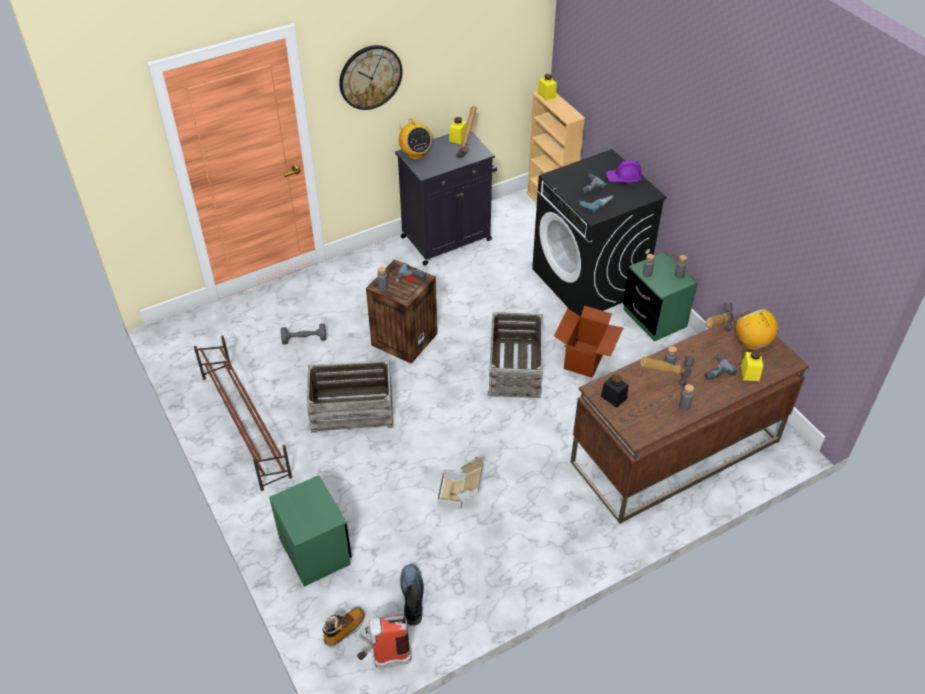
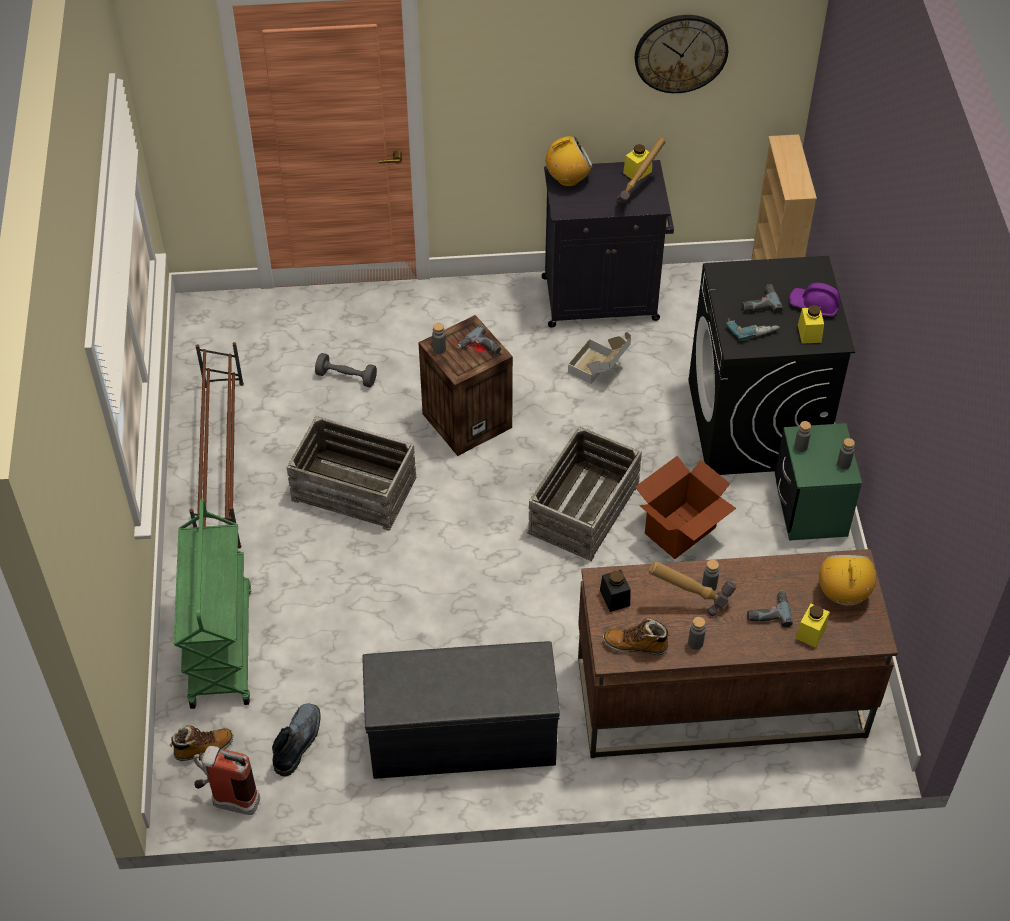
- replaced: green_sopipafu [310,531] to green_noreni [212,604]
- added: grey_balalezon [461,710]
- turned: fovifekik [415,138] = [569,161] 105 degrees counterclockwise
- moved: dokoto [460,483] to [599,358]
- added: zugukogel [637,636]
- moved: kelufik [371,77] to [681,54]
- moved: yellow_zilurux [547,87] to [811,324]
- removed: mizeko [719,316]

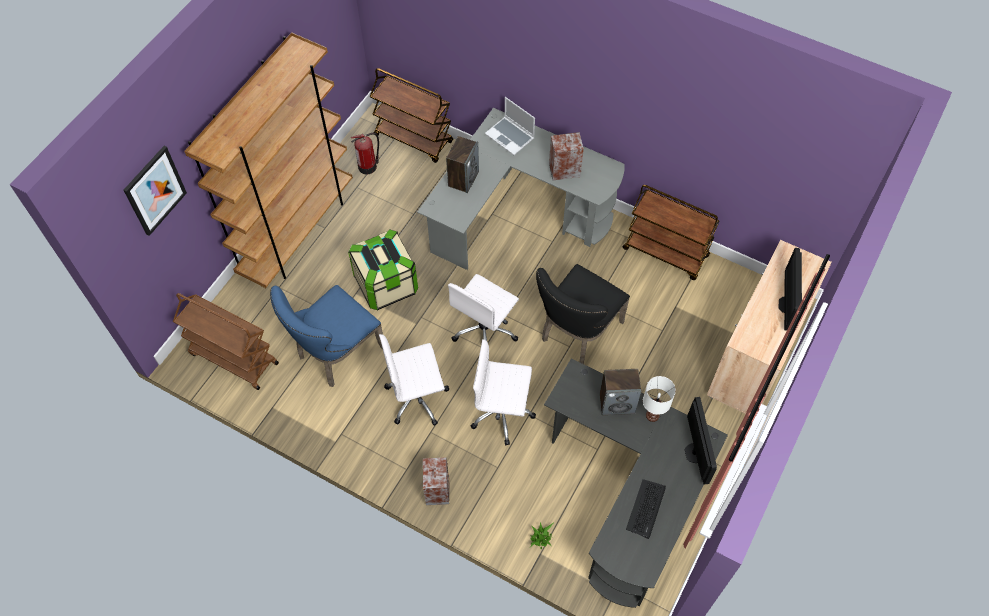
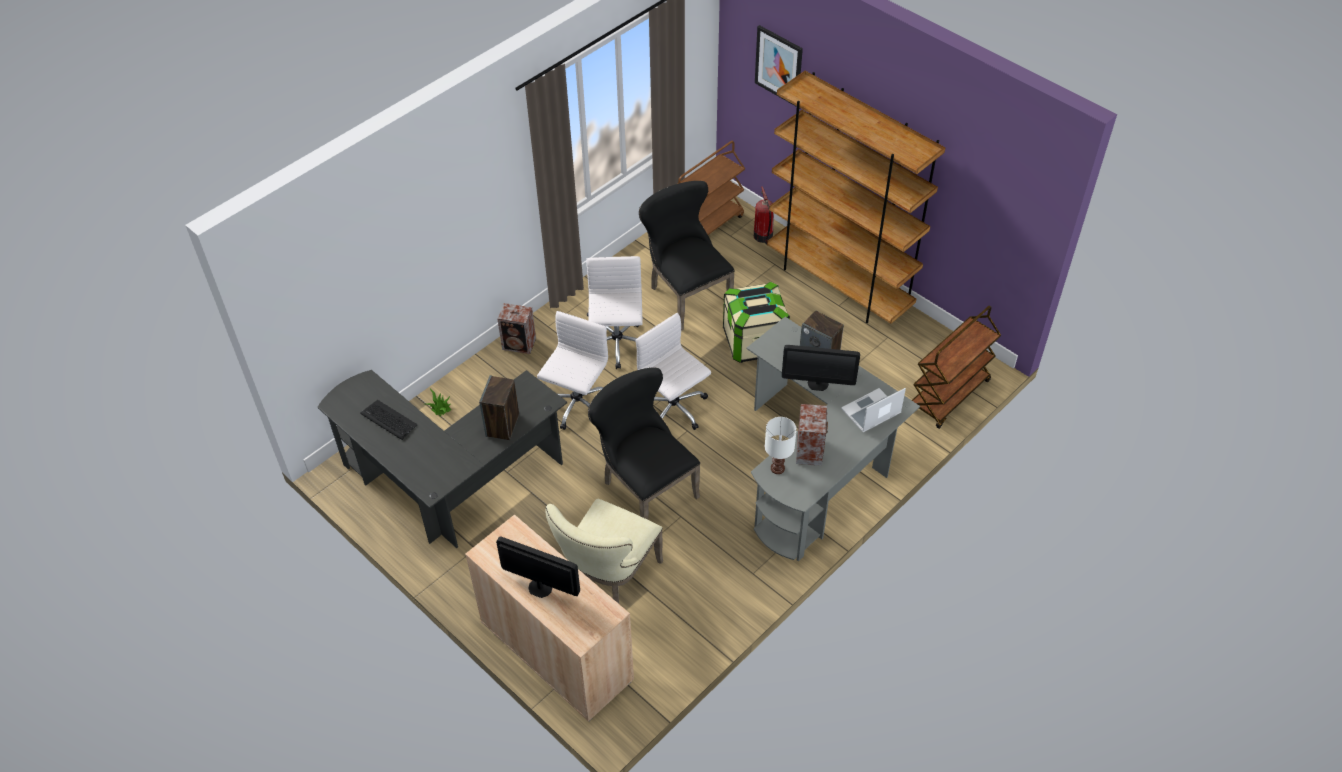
- added: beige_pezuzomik [604,551]
- recoloured: blue_pezuzomik [326,336] to black_pezuzomik [687,256]
- moved: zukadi [365,153] to [764,215]
- moved: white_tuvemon [659,399] to [781,445]
- moved: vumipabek [701,441] to [821,368]
- removed: brown_noreni [671,232]

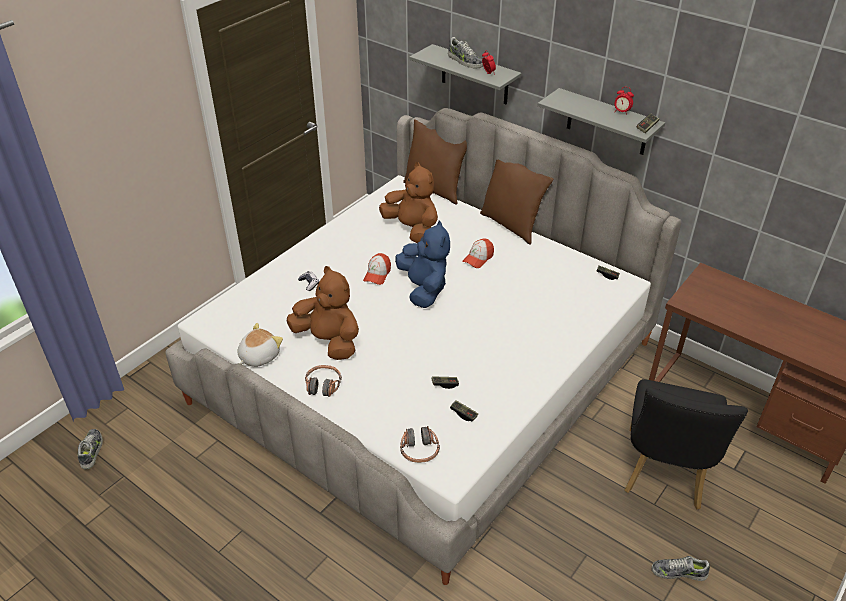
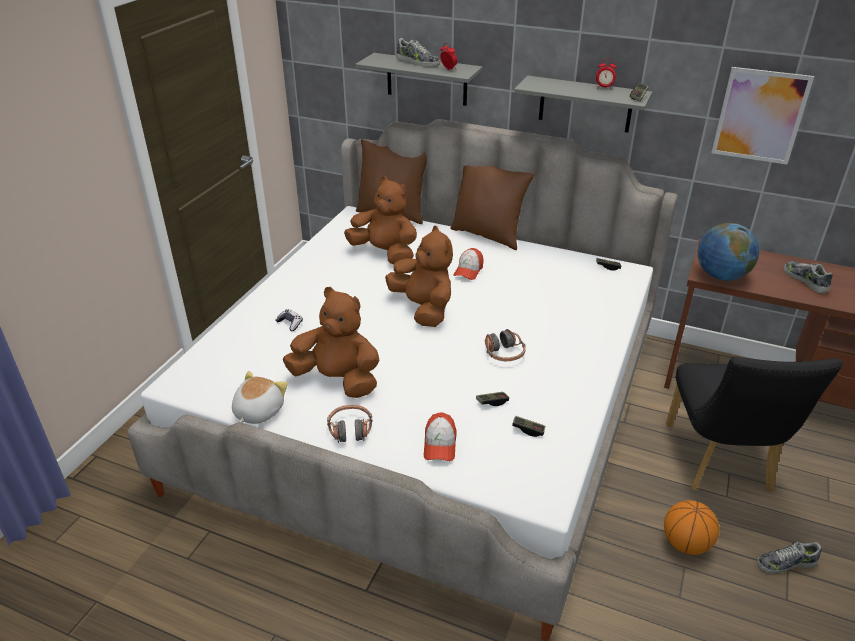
- recoloured: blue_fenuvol [422,264] to brown_fenuvol [419,276]
- moved: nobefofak [377,269] to [440,436]
- moved: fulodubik [420,444] to [505,345]
- added: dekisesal [691,527]
- added: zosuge [728,252]
- added: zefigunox [762,116]
- moved: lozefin [90,449] to [808,277]

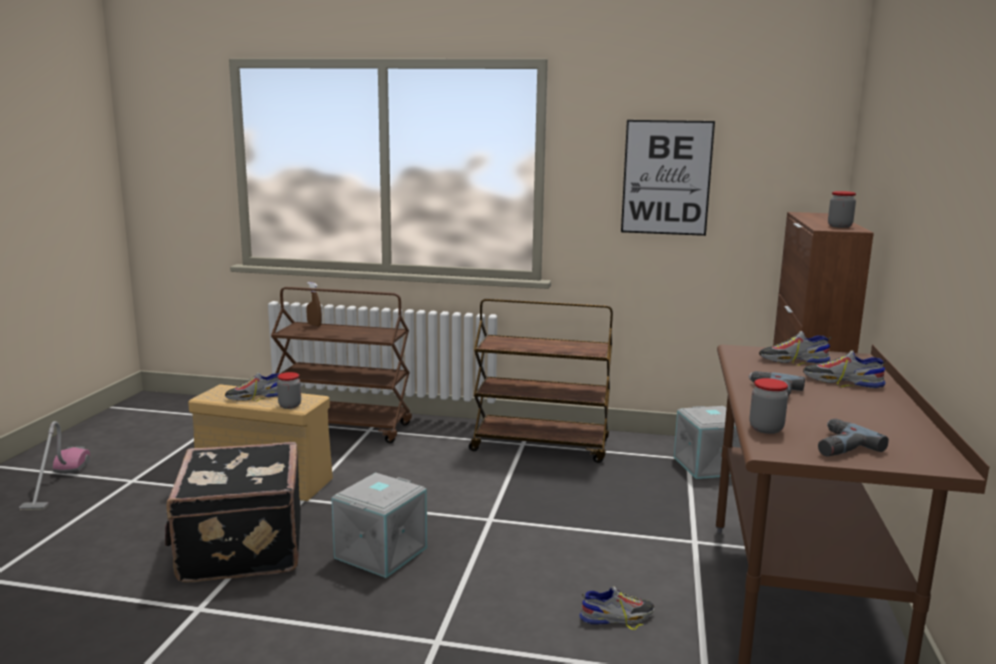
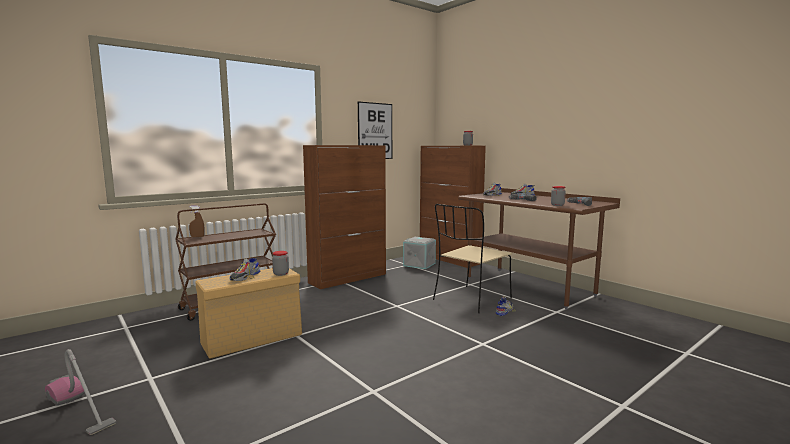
- replaced: brown_noreni [541,380] to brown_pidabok [344,217]
- added: beige_pezuzomik [472,258]
- removed: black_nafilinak [233,512]
- removed: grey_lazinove [379,525]

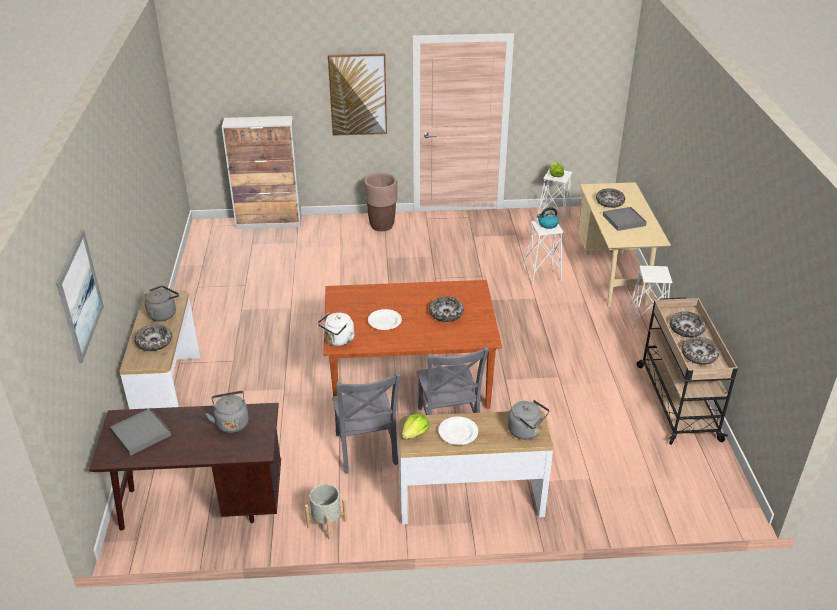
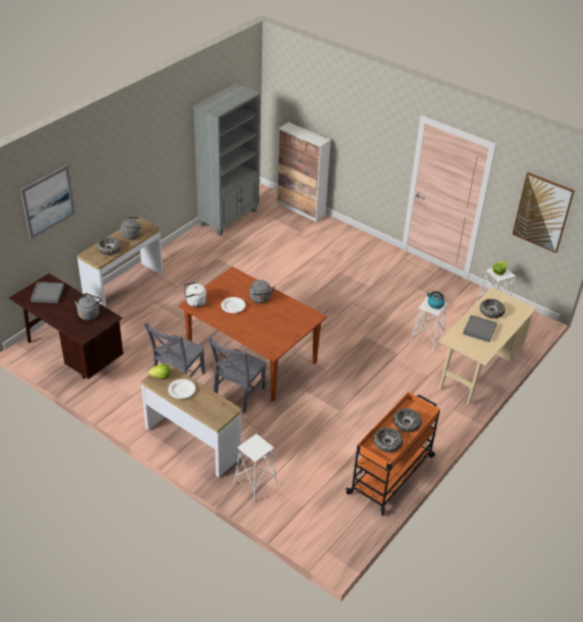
- added: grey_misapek [226,159]
- moved: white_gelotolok [649,299] to [255,468]
- moved: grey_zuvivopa [529,420] to [262,291]
- recoloured: beige_noreni [687,371] to orange_noreni [393,454]
- moved: zefigunox [357,94] to [543,212]
- removed: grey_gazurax [326,511]
- removed: brown_gazurax [380,202]
- removed: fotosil [446,309]

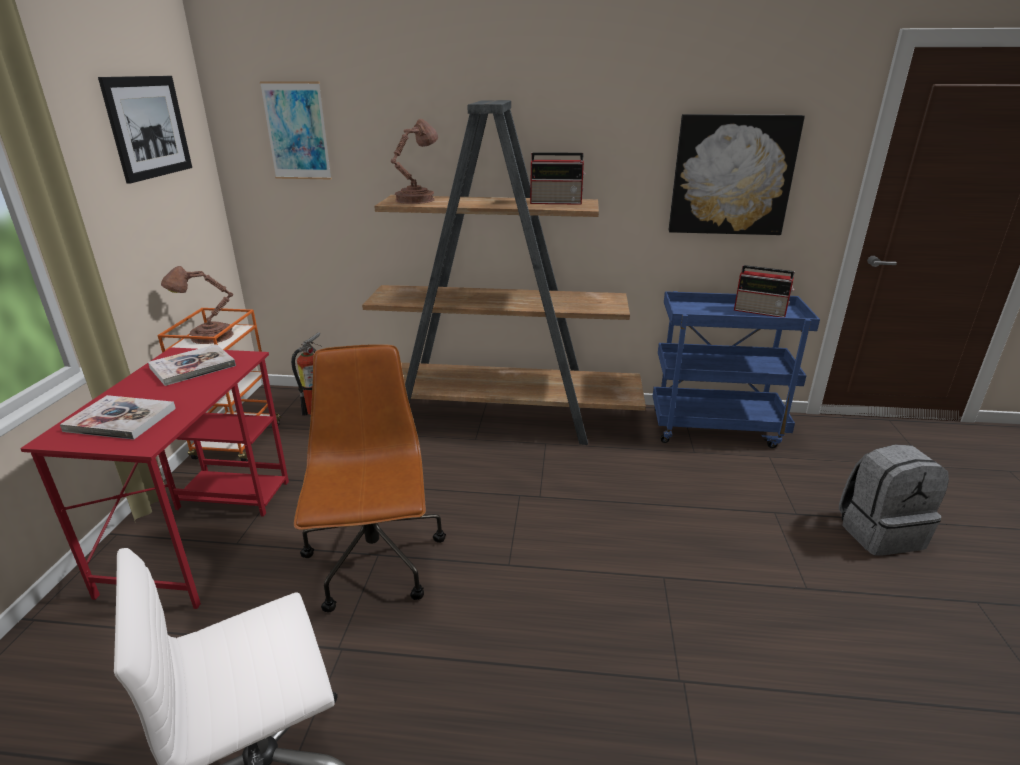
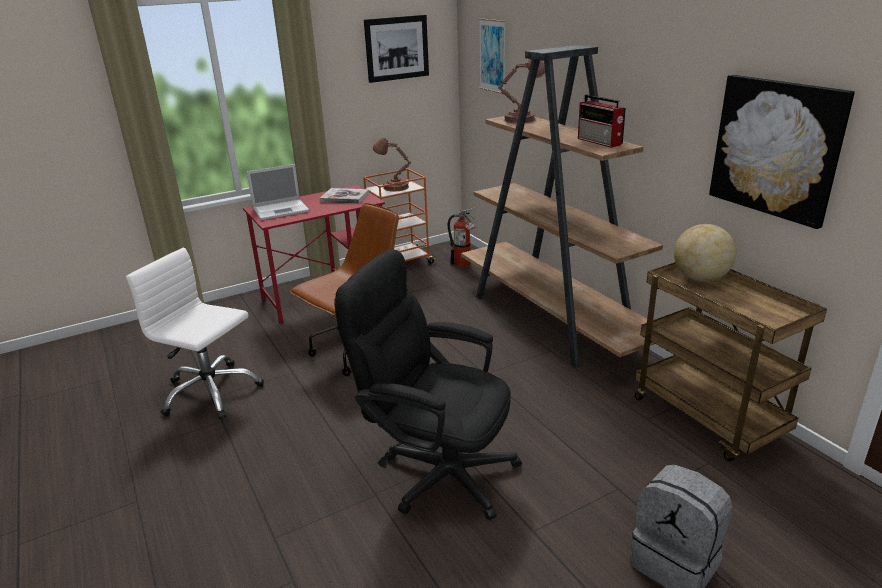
- replaced: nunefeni [118,417] to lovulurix [278,192]
- added: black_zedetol [428,384]
- recoloured: blue_noreni [736,369] to brown_noreni [731,361]
- added: zosuge [705,253]
- removed: fovifekik [764,291]

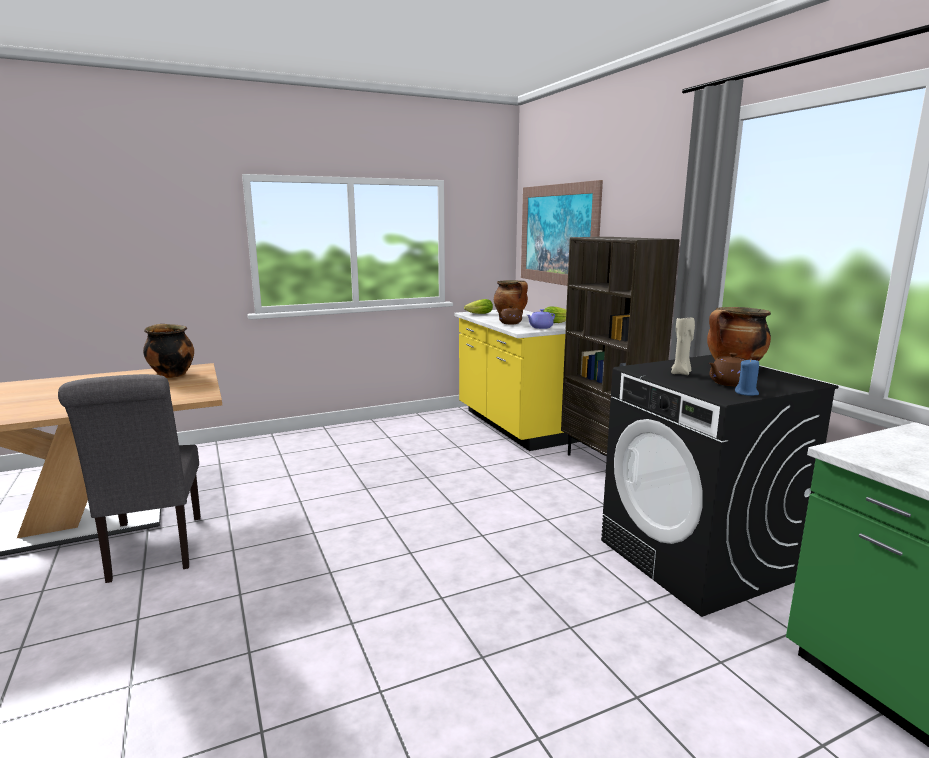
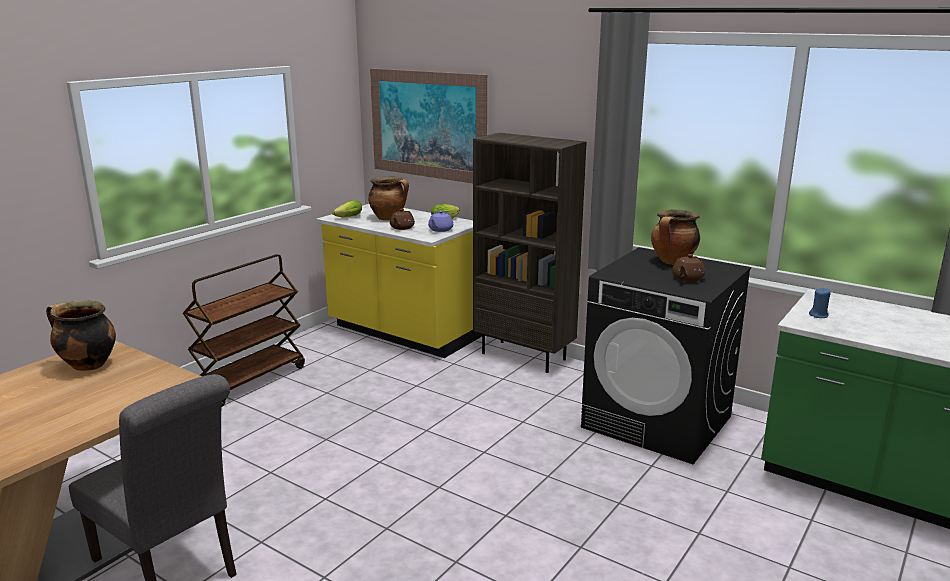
- added: brown_noreni [244,330]
- moved: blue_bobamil [747,377] to [820,303]
- removed: beige_bobamil [683,346]

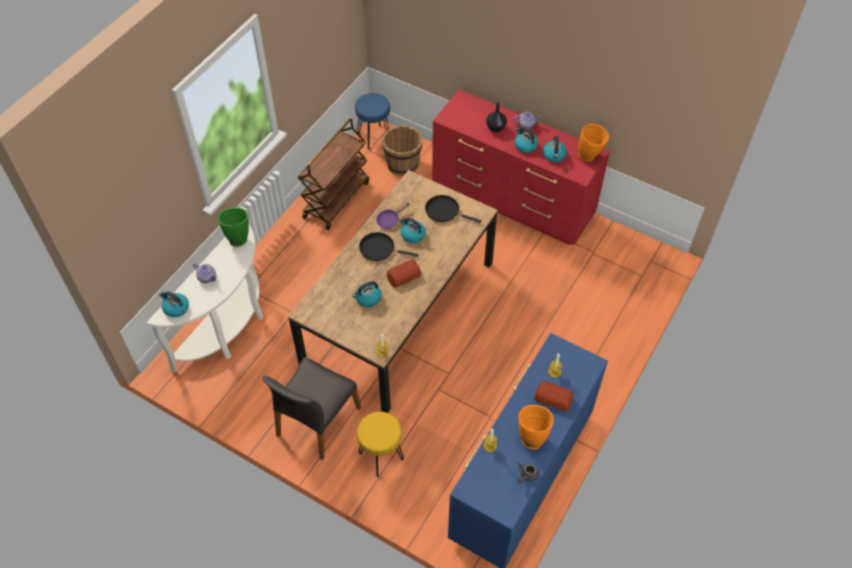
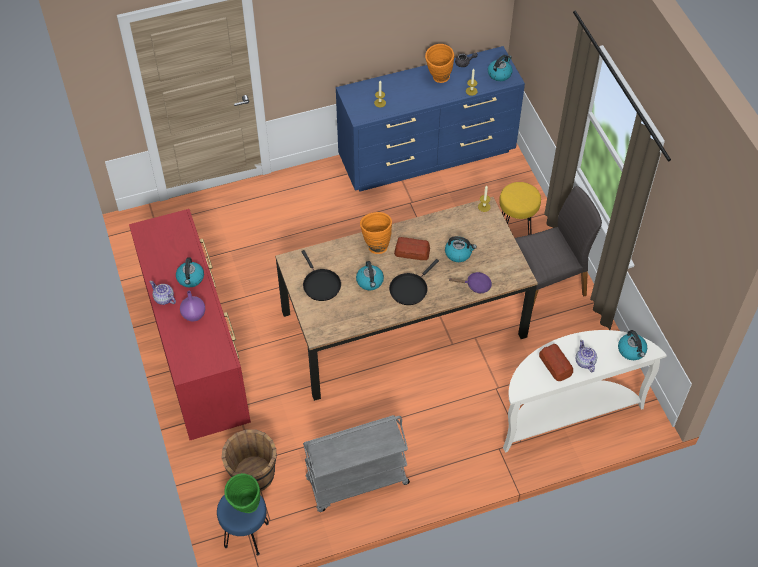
- recoloured: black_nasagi [496,117] to purple_nasagi [192,306]
- moved: green_nasagi [233,227] to [242,493]
- recoloured: brown_noreni [333,174] to grey_noreni [356,463]
- moved: orange_nasagi [593,143] to [376,233]
- turned: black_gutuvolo [389,246] = [414,282] 75 degrees clockwise
- moved: purple_gutuvolo [392,216] to [470,282]
- moved: zuvivopa [555,149] to [500,68]
- moved: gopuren [553,396] to [556,362]

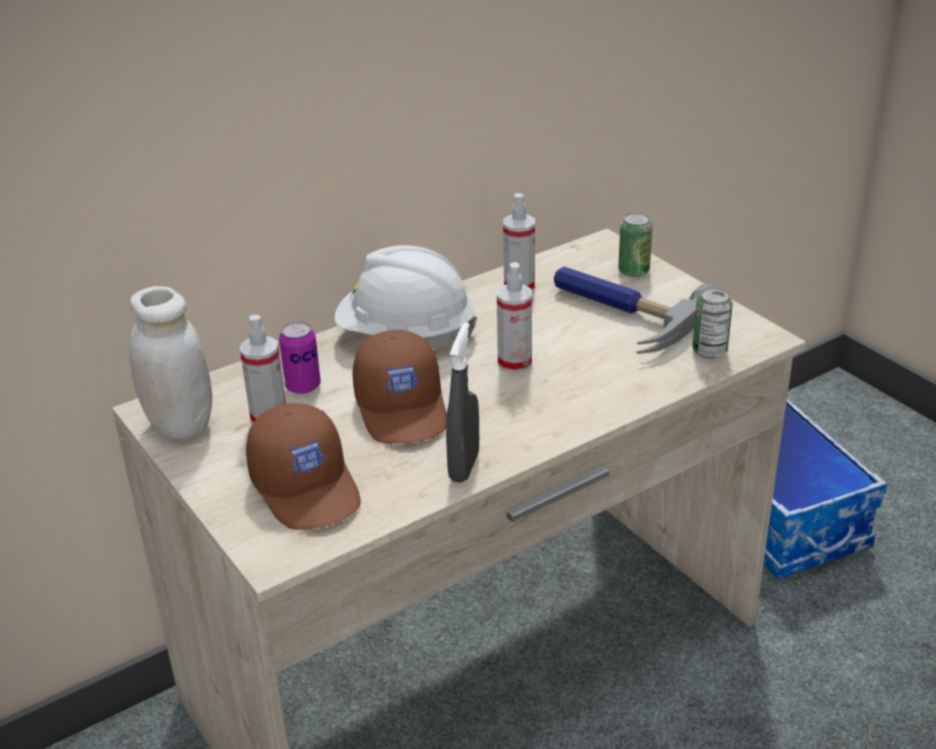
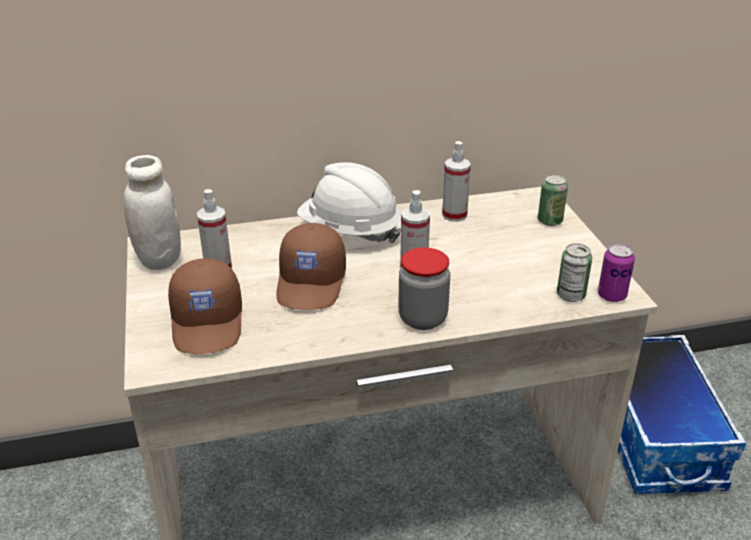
- added: zilurux [424,288]
- moved: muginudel [300,357] to [616,272]
- removed: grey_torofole [462,402]
- removed: mizeko [635,310]

